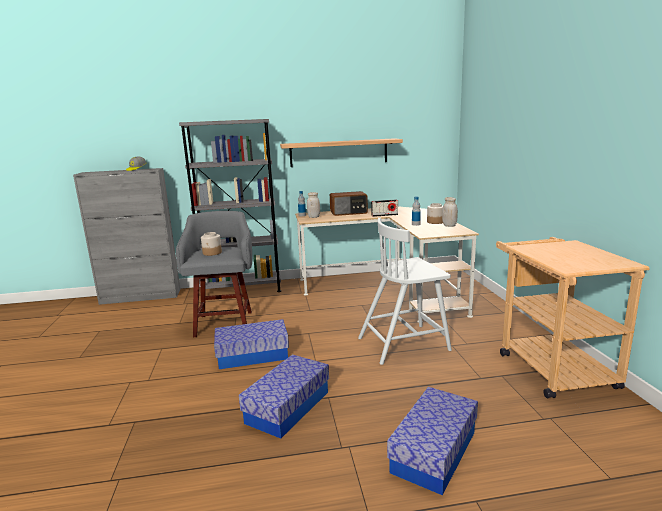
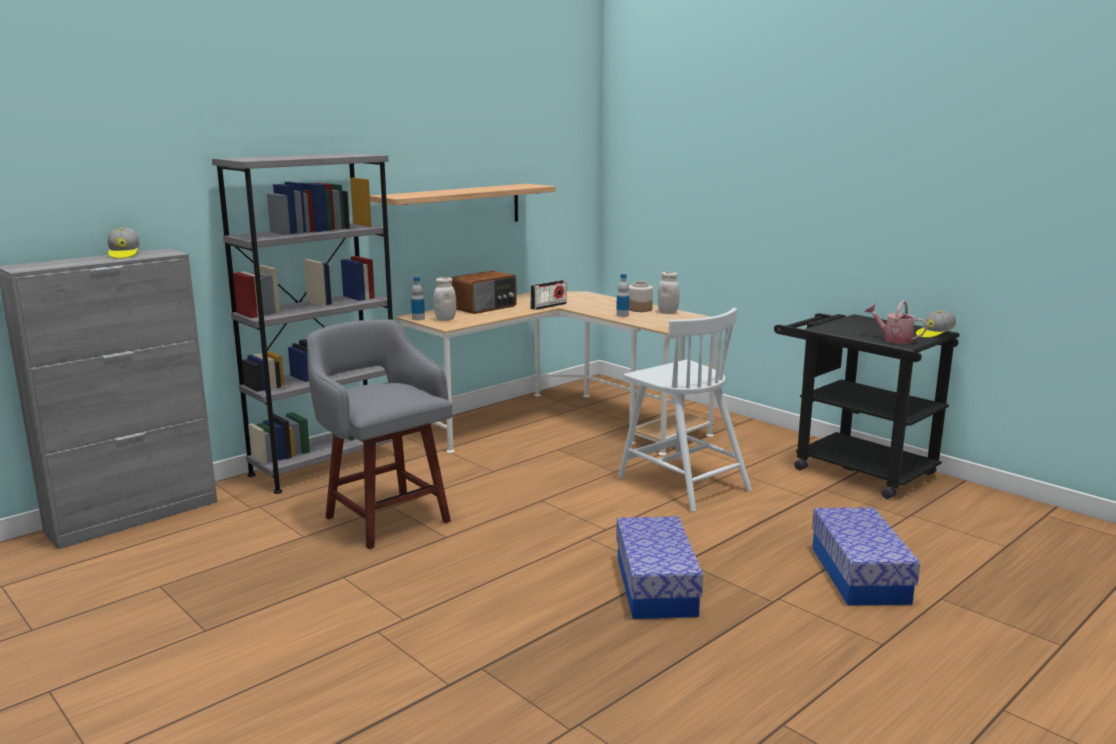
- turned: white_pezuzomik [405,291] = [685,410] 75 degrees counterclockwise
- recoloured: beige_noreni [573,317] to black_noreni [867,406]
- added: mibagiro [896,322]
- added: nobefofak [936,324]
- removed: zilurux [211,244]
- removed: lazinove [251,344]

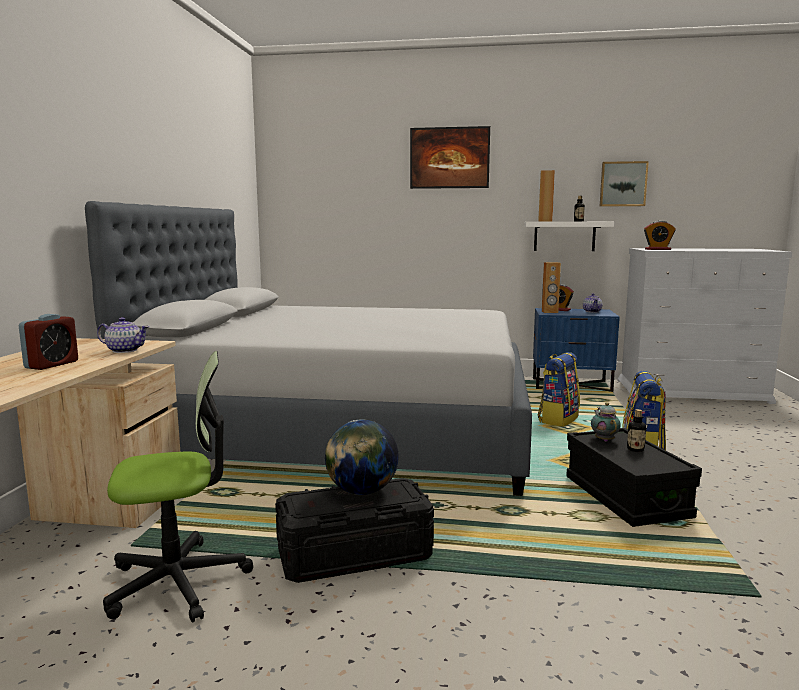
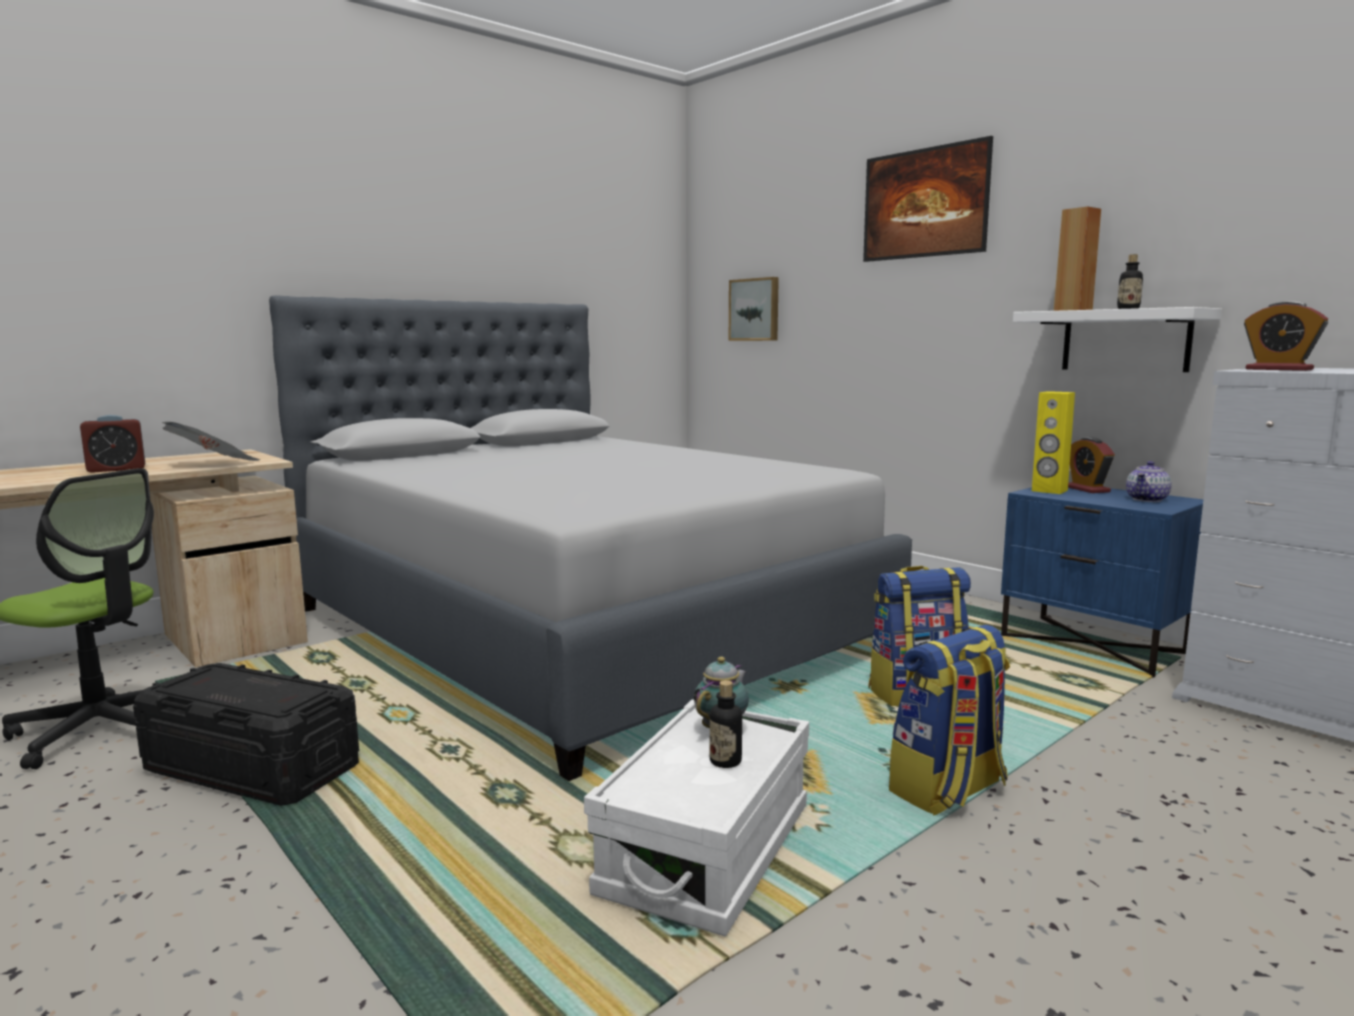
- replaced: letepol [123,335] to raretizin [211,441]
- recoloured: black_lazinove [634,477] to white_lazinove [696,818]
- moved: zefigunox [624,183] to [754,309]
- recoloured: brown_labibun [551,287] to yellow_labibun [1053,442]
- removed: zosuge [362,457]

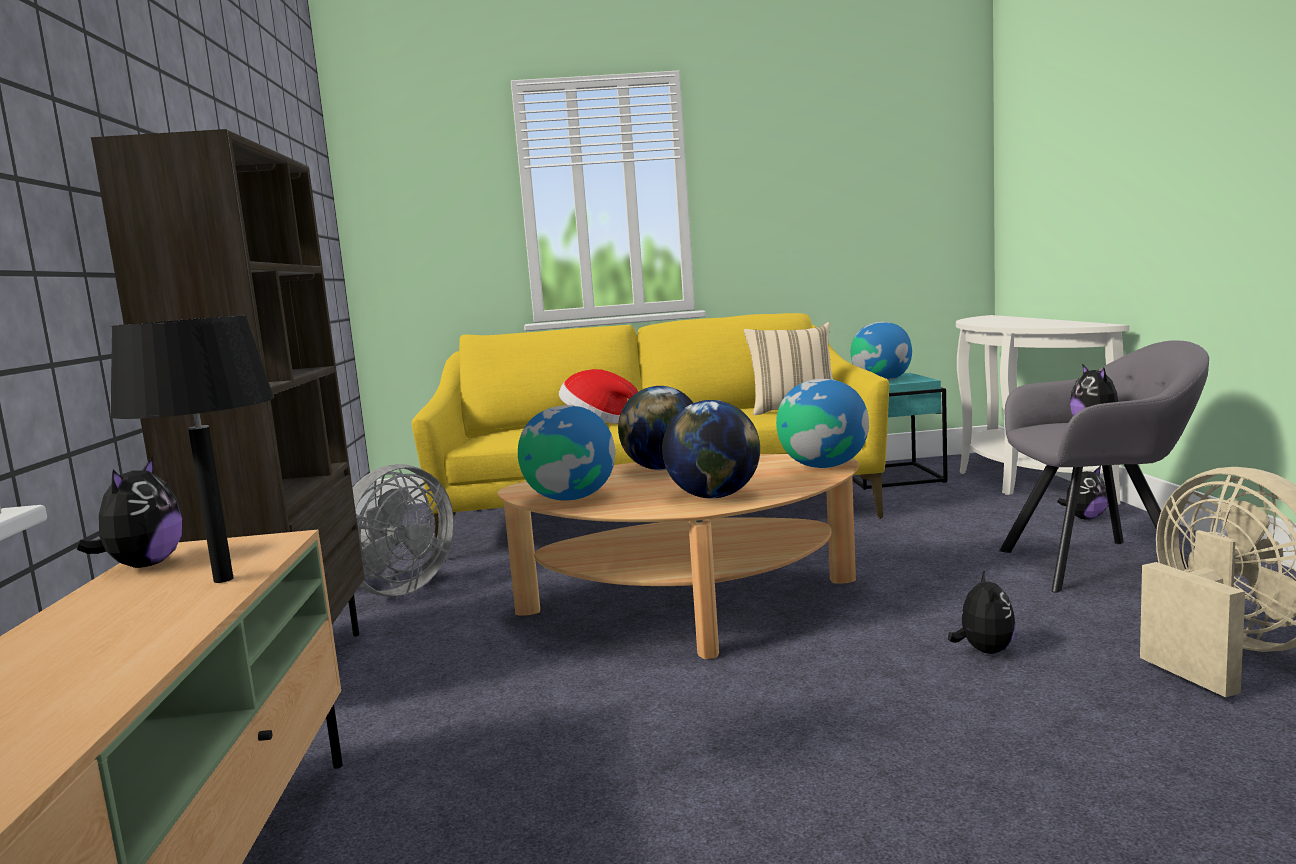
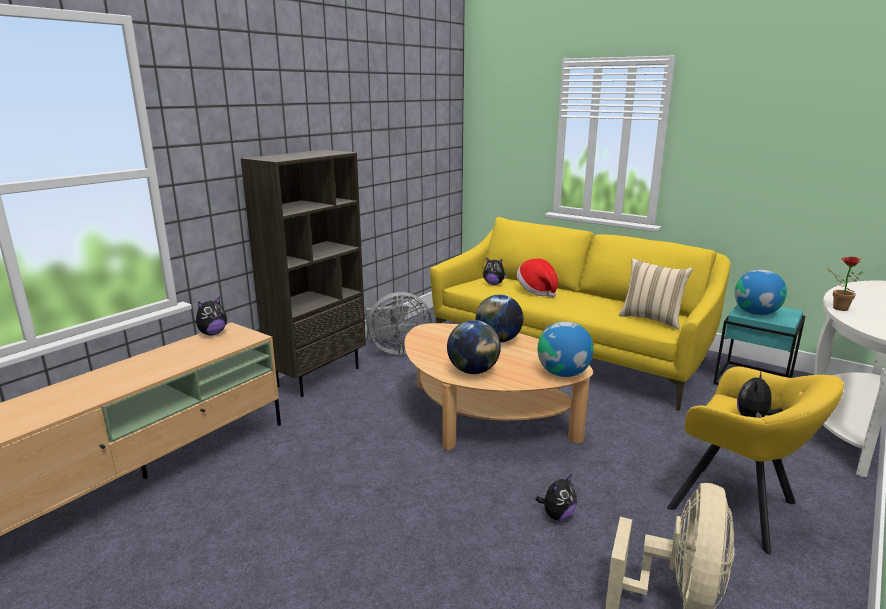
- moved: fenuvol [1082,493] to [495,271]
- recoloured: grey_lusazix [1104,466] to yellow_lusazix [755,460]
- added: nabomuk [845,284]
- removed: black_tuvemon [192,449]
- removed: zosuge [566,453]

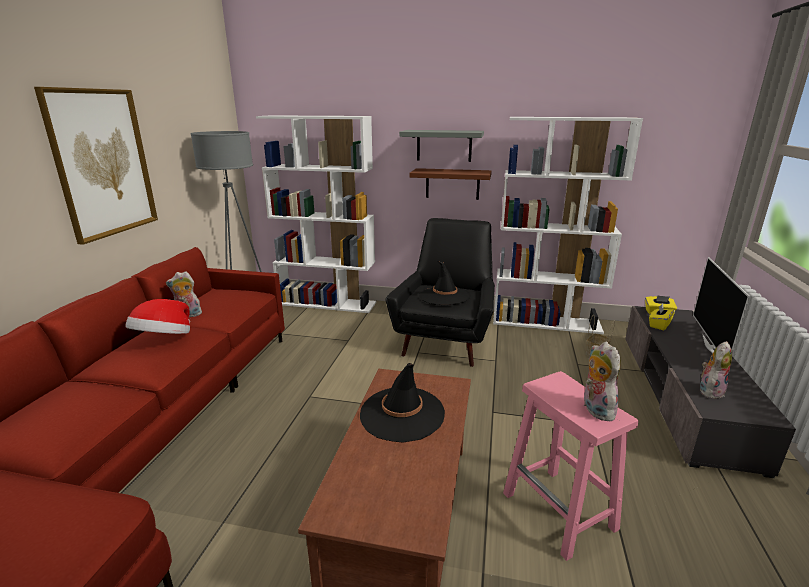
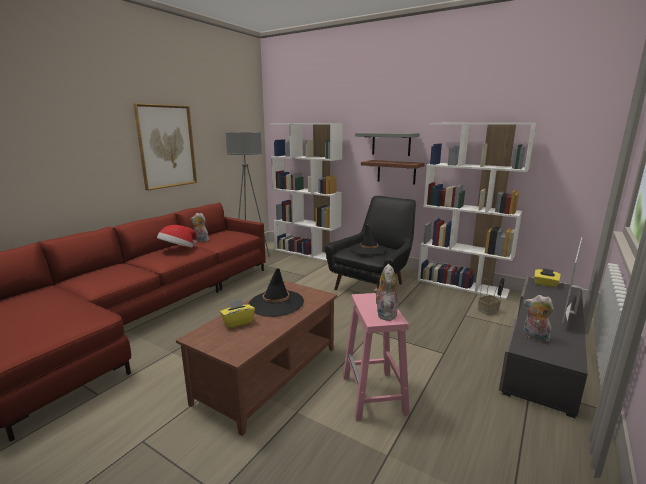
- moved: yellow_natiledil [662,317] to [237,313]
- turned: fenuvol [716,370] = [538,318] 120 degrees counterclockwise

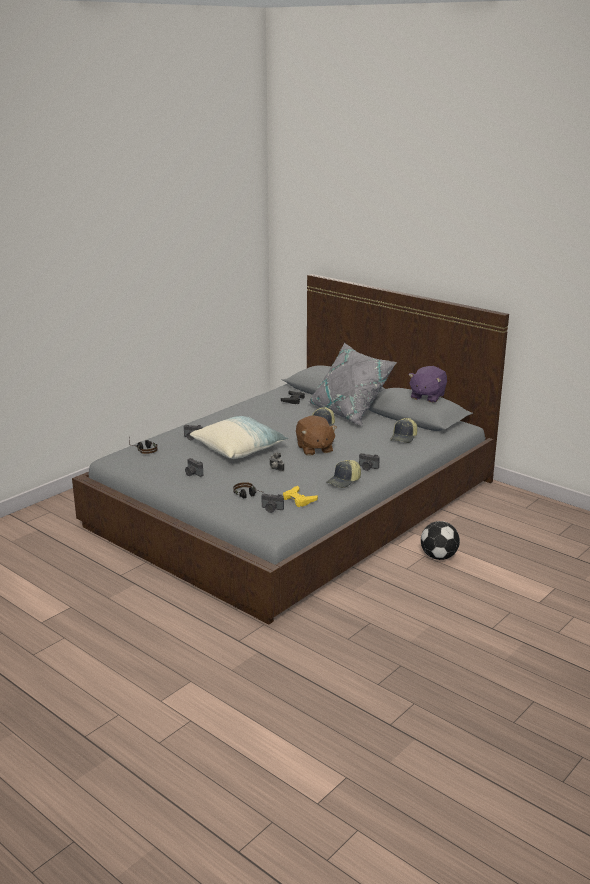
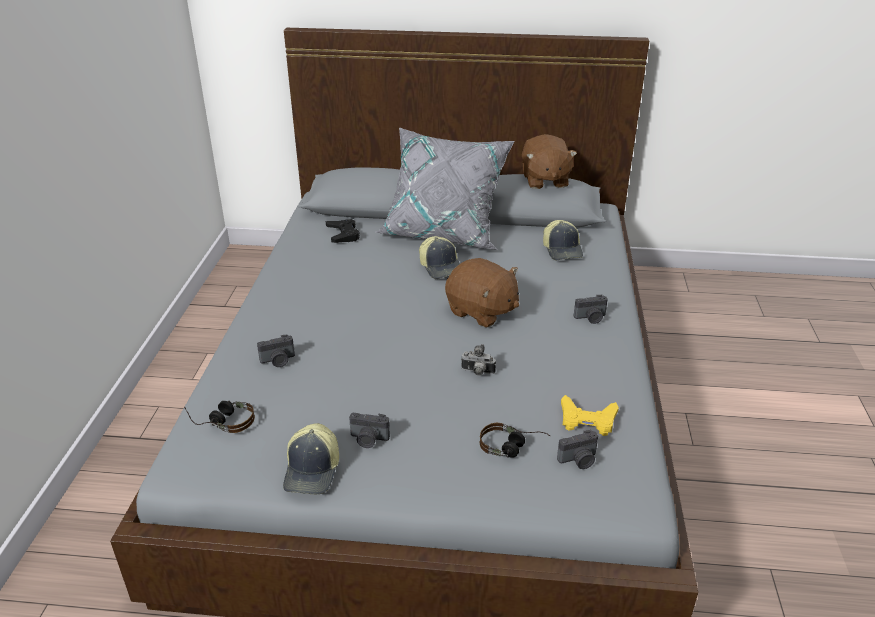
- moved: nobefofak [343,474] to [311,458]
- recoloured: purple_fenuvol [427,384] to brown_fenuvol [549,161]
- removed: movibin [239,437]
- removed: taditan [440,540]

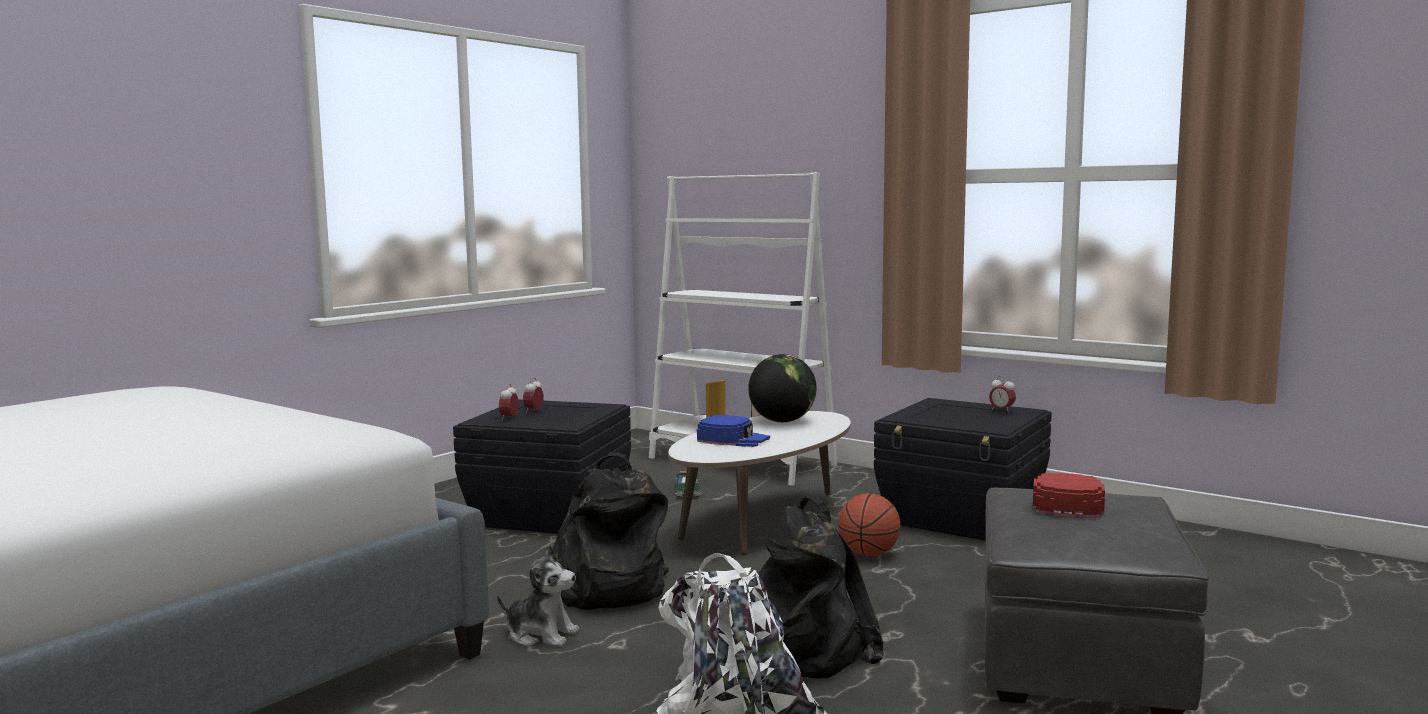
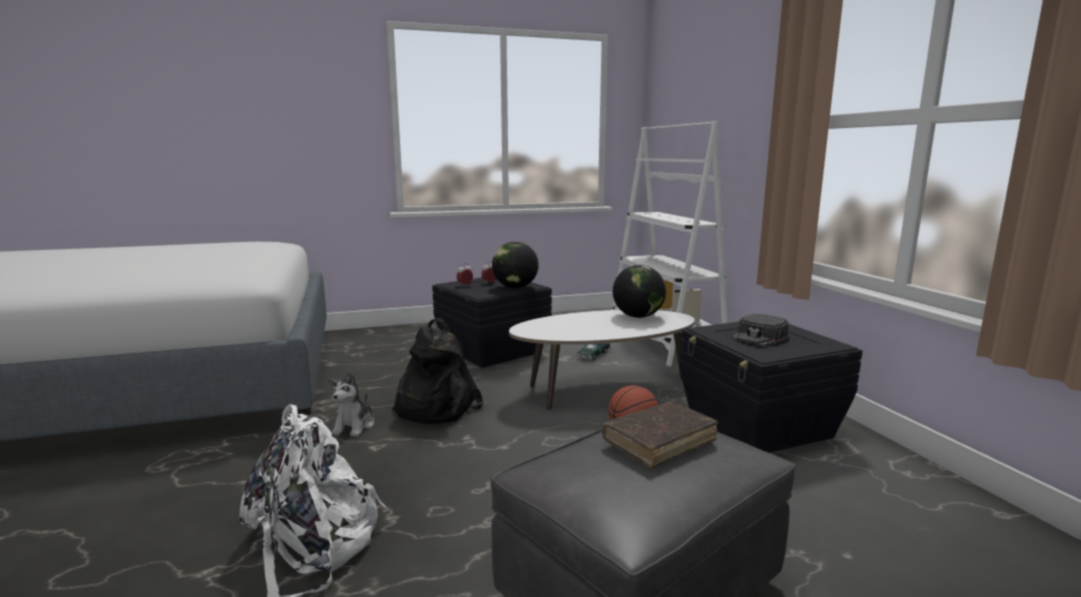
- turned: fenuvol [538,596] = [352,404] 45 degrees clockwise
- added: zosuge [515,265]
- replaced: red_nobefofak [1069,495] to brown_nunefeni [660,435]
- added: black_nobefofak [760,330]
- removed: blue_nobefofak [733,431]
- removed: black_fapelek [821,586]
- removed: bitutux [1002,394]

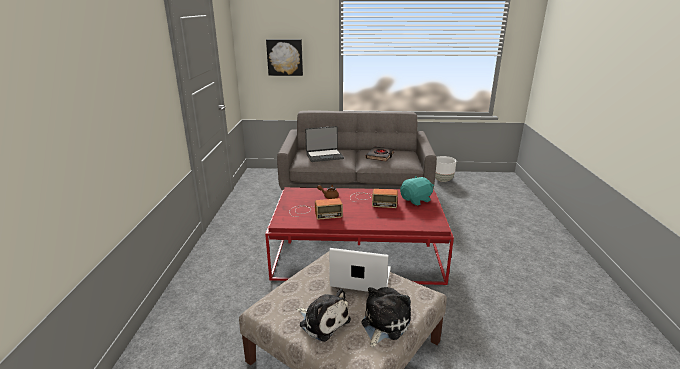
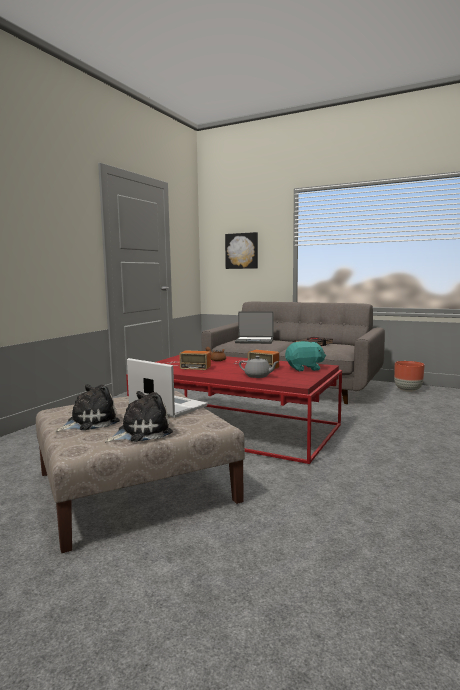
- turned: fenuvol [323,315] = [87,408] 105 degrees counterclockwise
- added: grey_letepol [259,367]
- recoloured: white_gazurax [445,169] to brown_gazurax [409,376]

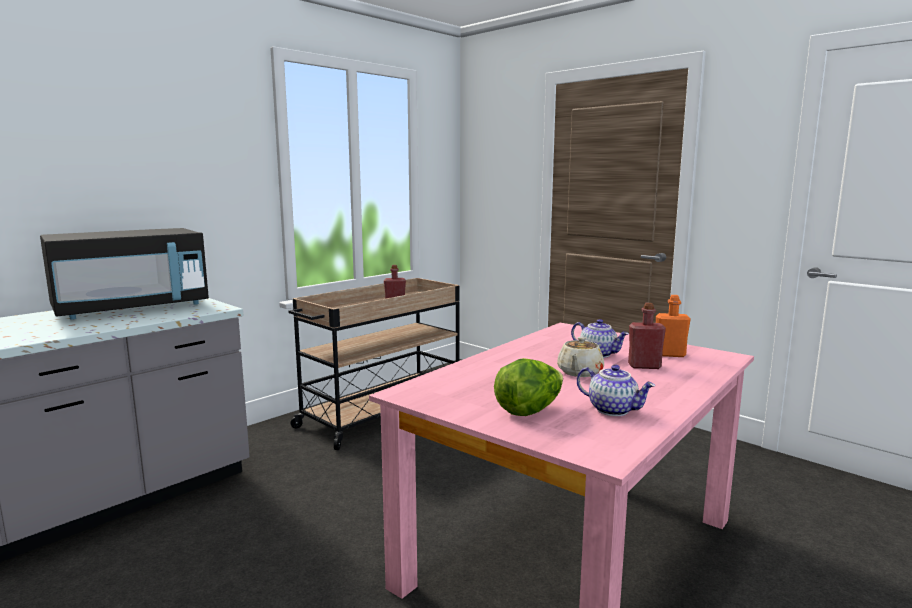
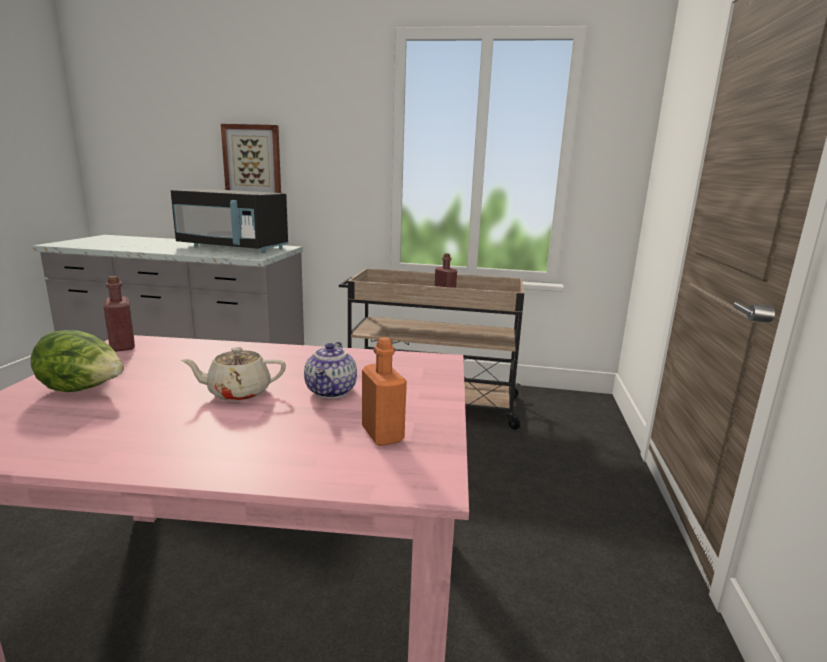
- moved: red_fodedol [647,336] to [119,314]
- added: zefigunox [251,158]
- removed: letepol [616,390]

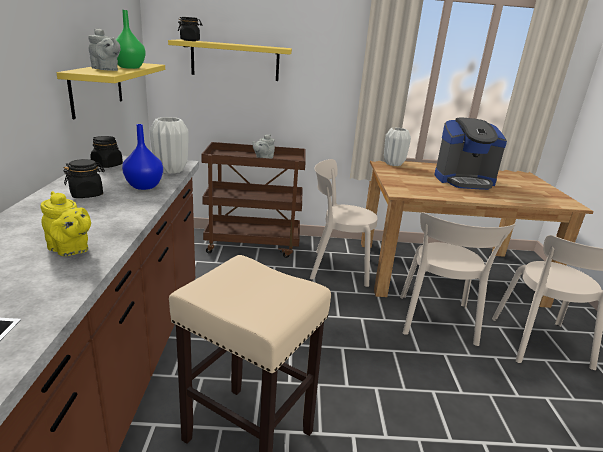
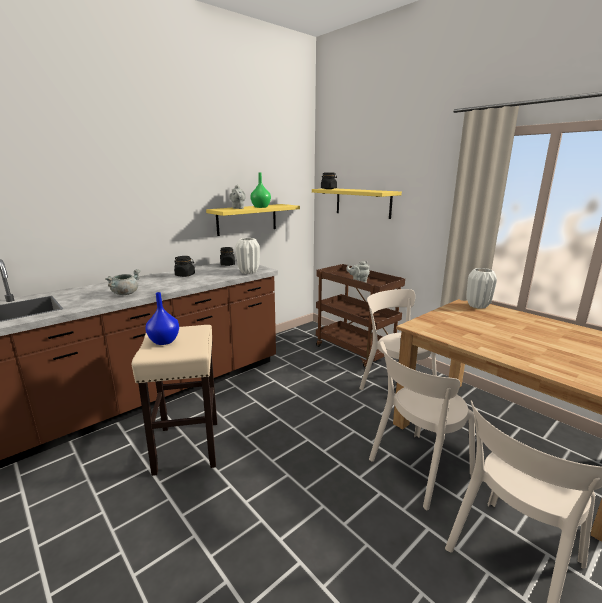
- replaced: yellow_letepol [65,223] to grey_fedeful [122,282]
- moved: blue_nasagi [142,157] to [162,318]
- removed: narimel [470,154]

